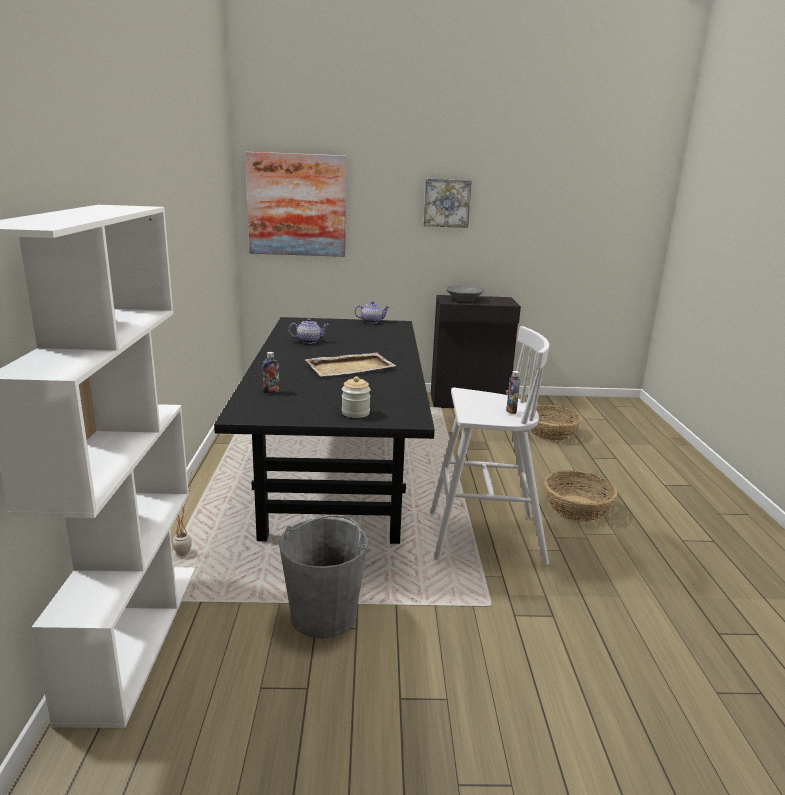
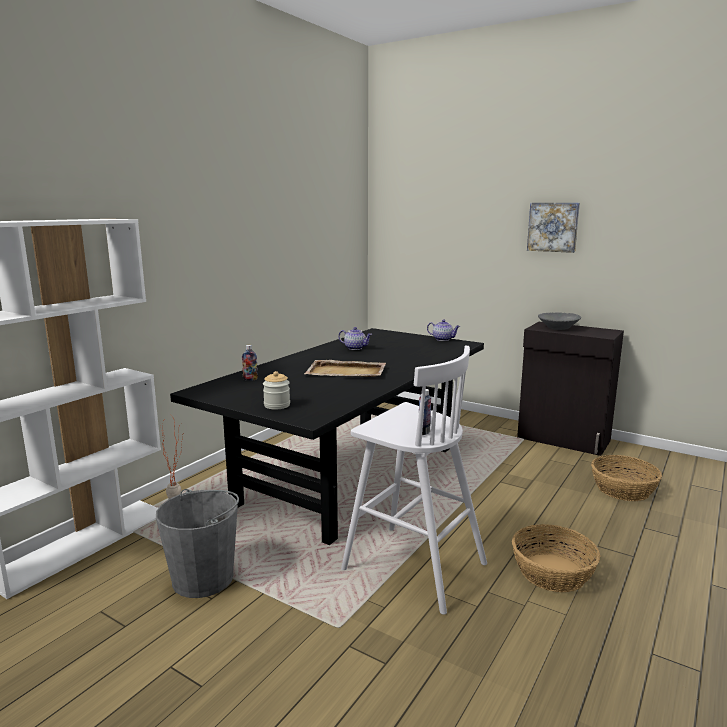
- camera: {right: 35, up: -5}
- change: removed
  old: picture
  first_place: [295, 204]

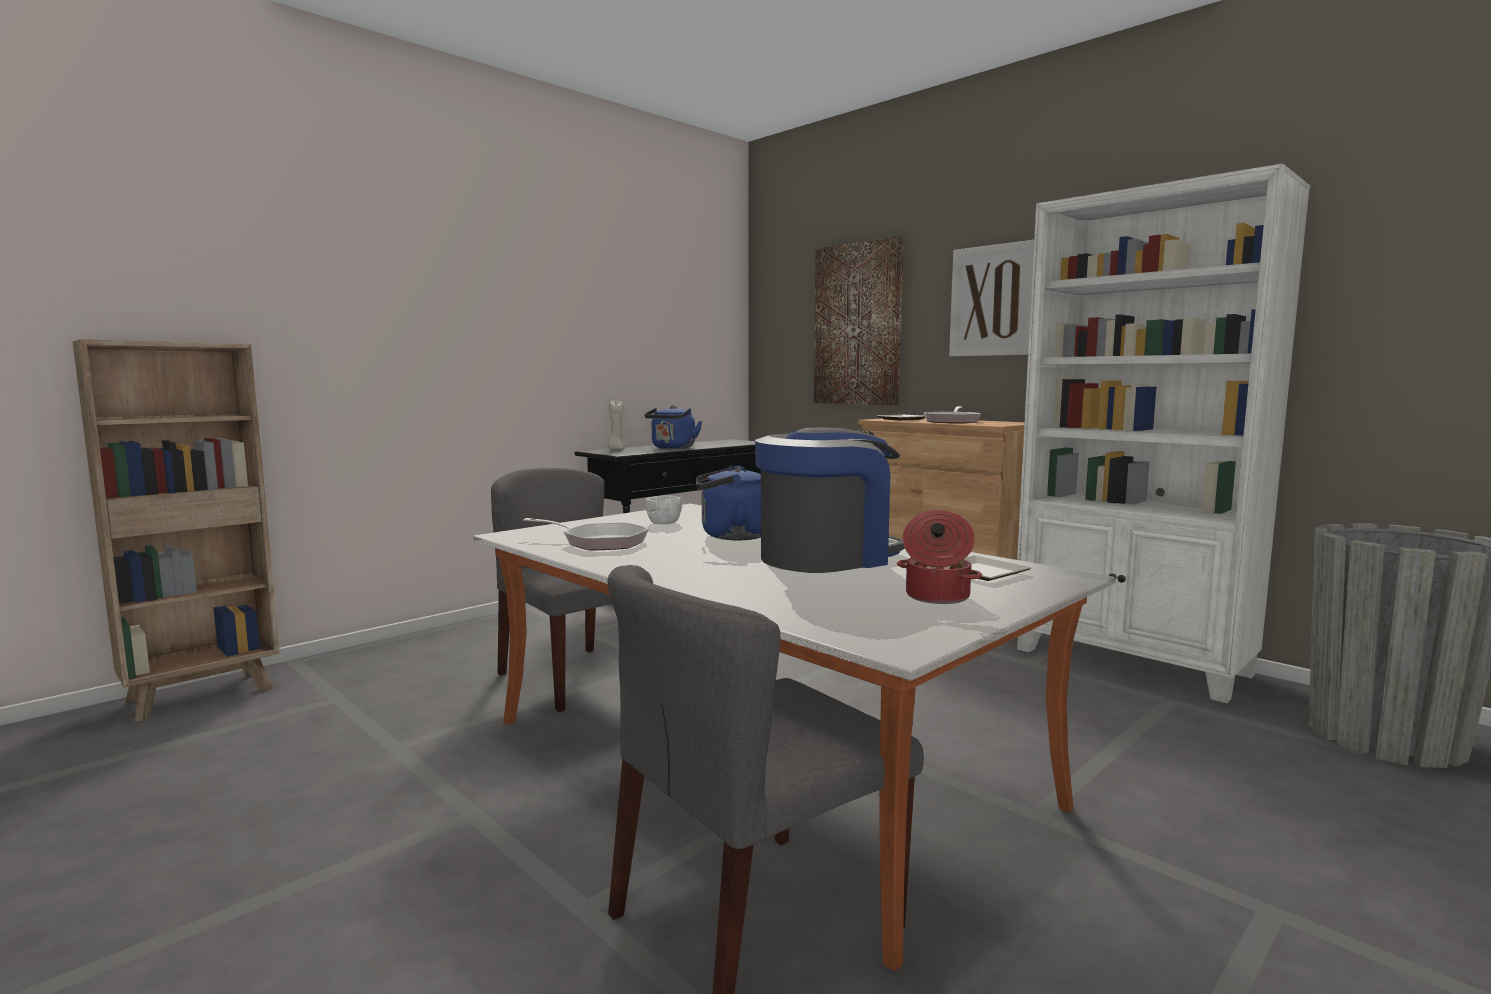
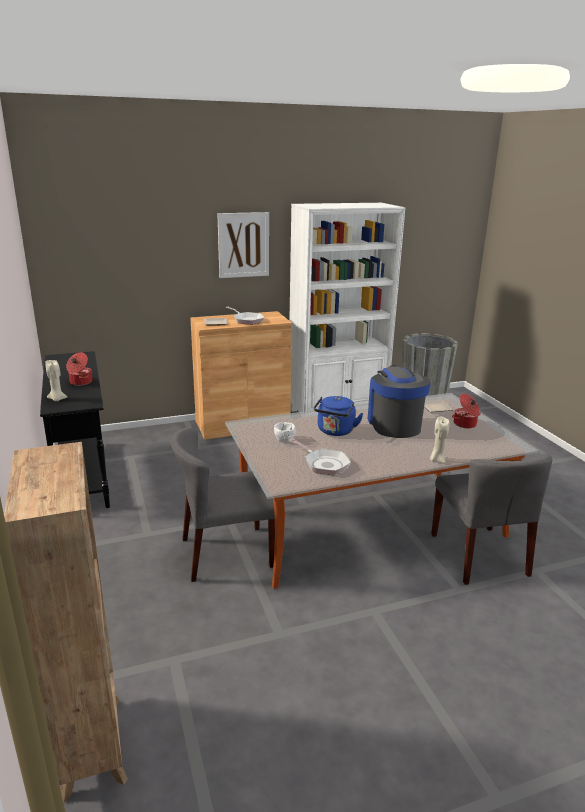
- camera: {right: -65, up: 15}
- change: replaced
  old: bluish water kettle
  new: cooking pot
  first_place: [673, 427]
  second_place: [79, 369]
- change: turned
  old: skillet
  first_place: [586, 534]
  second_place: [319, 456]
  degrees: 90
- change: added
  new: beige wax light
  second_place: [440, 440]
- change: removed
  old: picture
  first_place: [859, 320]

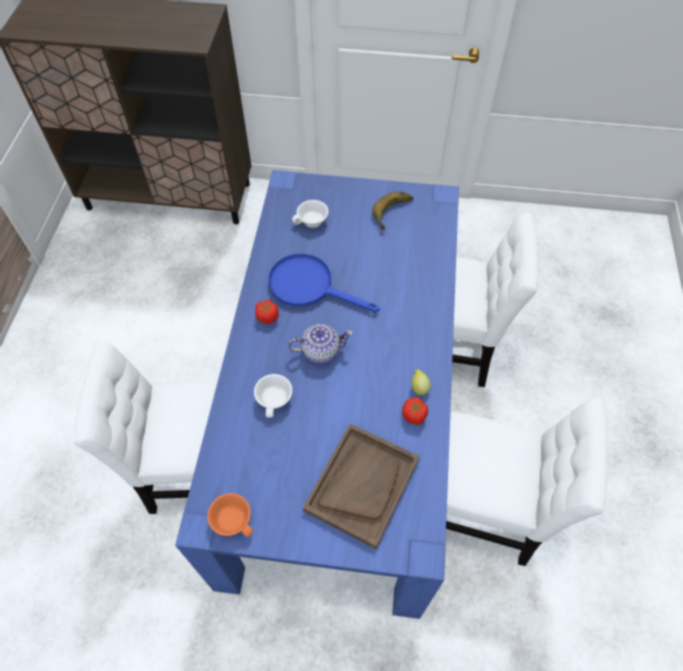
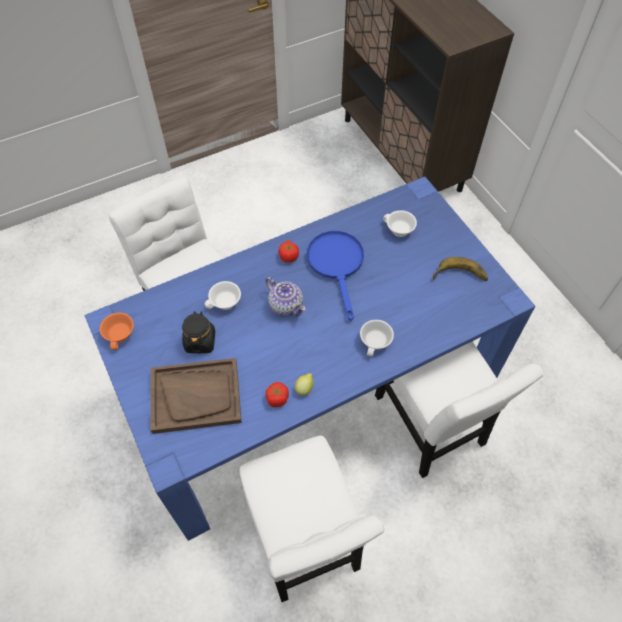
- camera: {right: 55, up: 0}
- change: added
  new: black-coloured preserve jar
  second_place: [198, 332]
- change: added
  new: whitish small cup
  second_place: [377, 338]

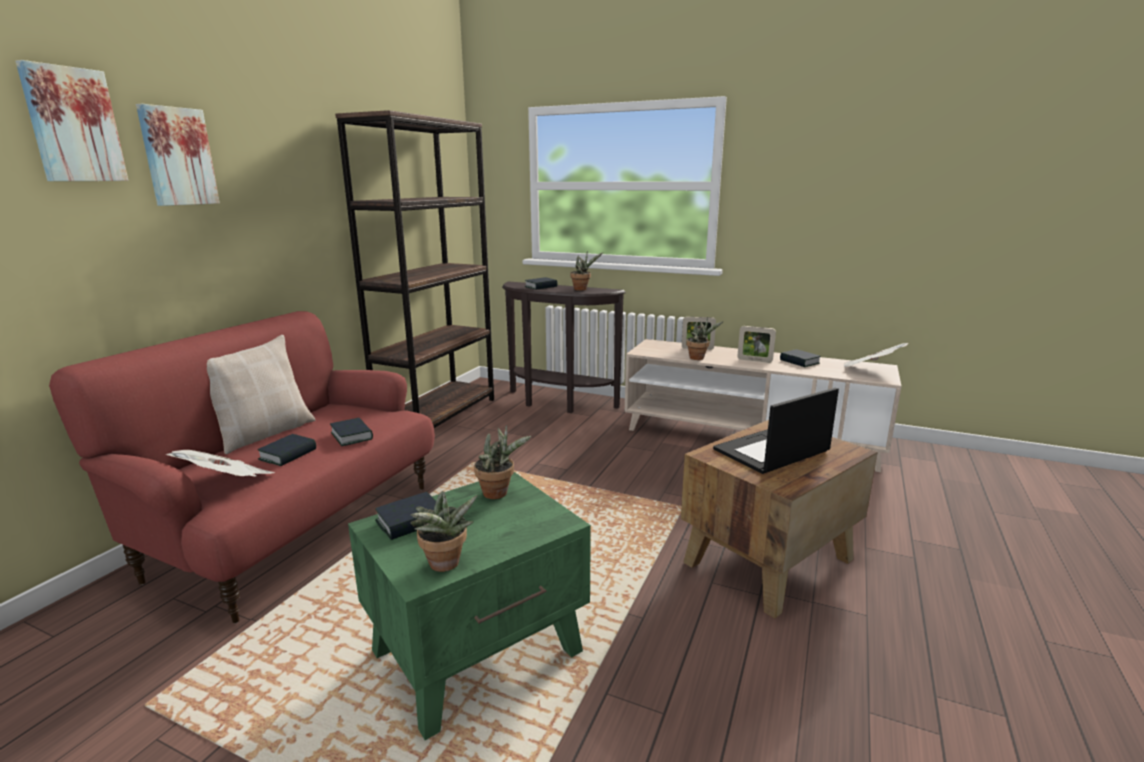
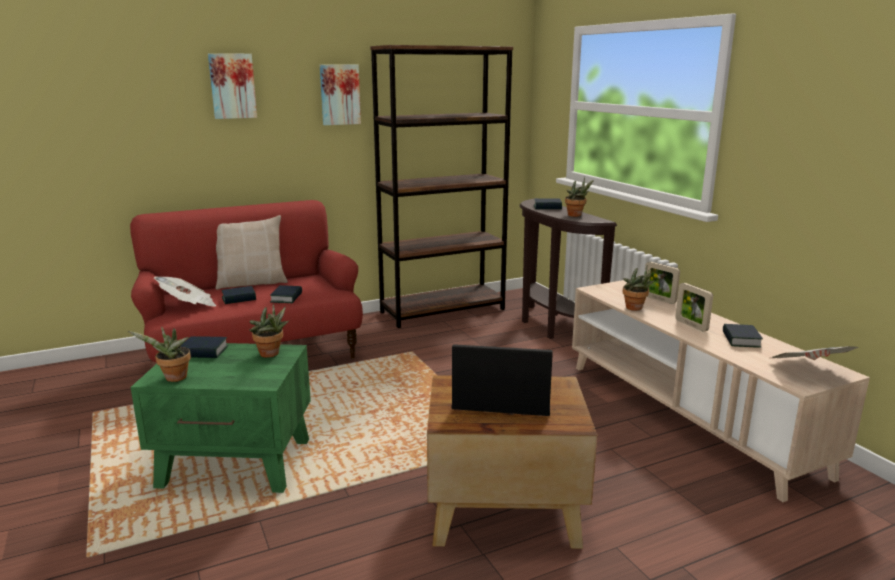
- camera: {right: 40, up: 0}
- change: moved
  old: picture
  first_place: [72, 120]
  second_place: [340, 94]

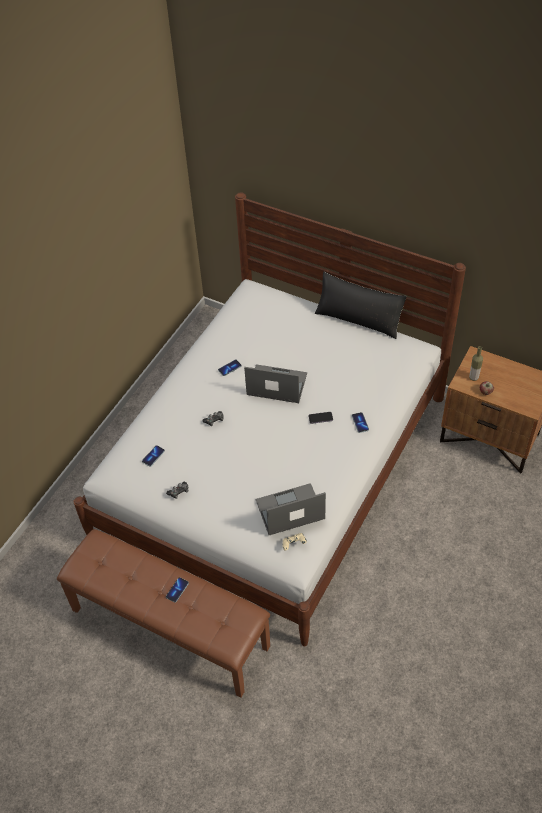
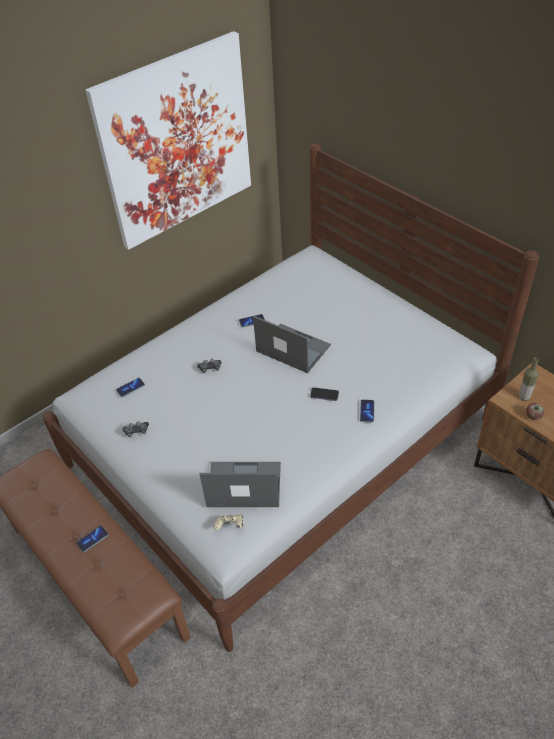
- camera: {right: 20, up: -5}
- change: added
  new: picture
  second_place: [168, 140]
- change: removed
  old: black-coloured pillow
  first_place: [361, 305]

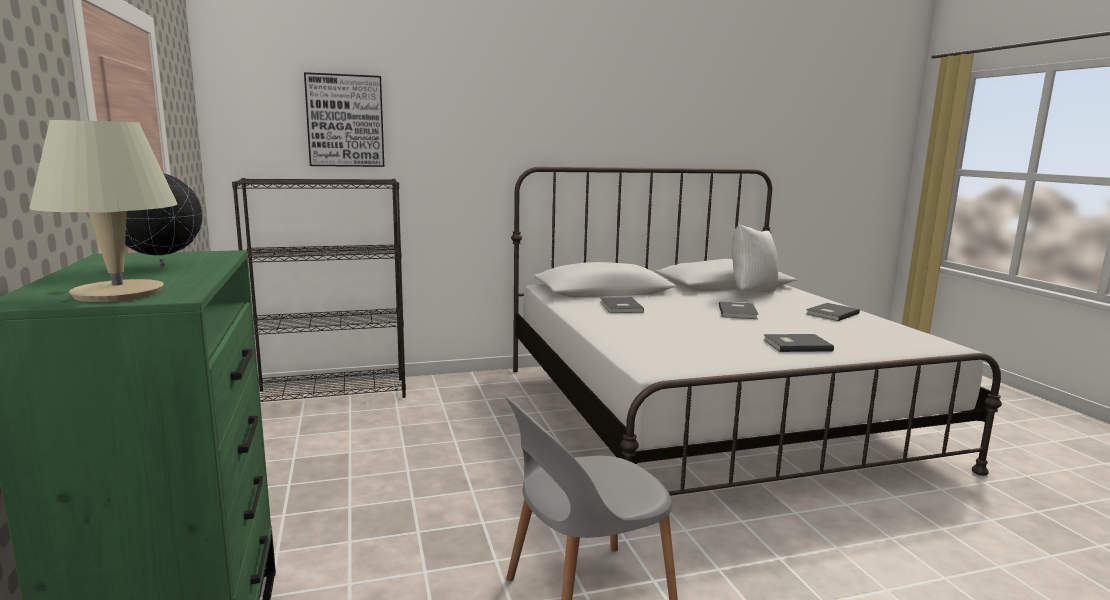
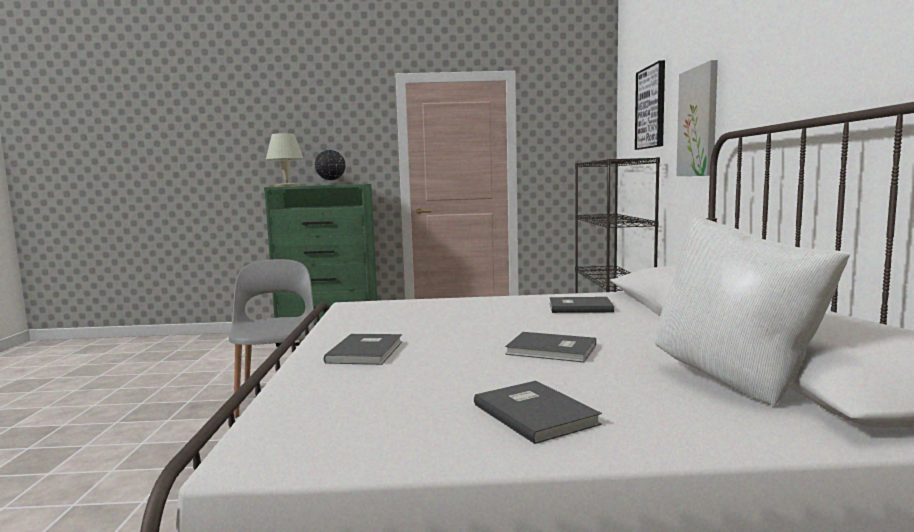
- camera: {right: 105, up: -5}
- change: added
  new: picture
  second_place: [697, 118]

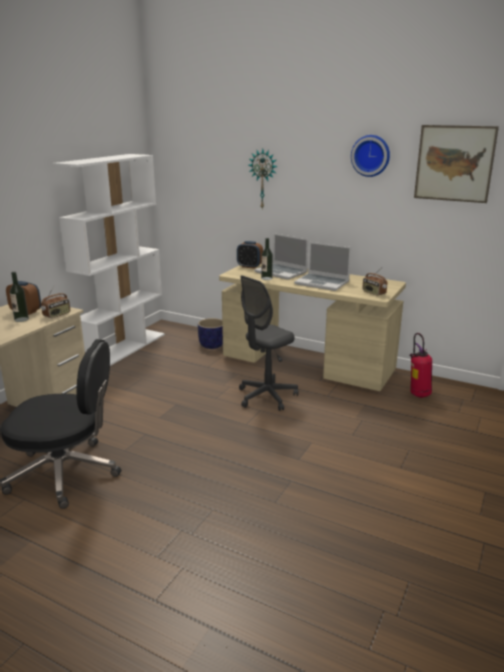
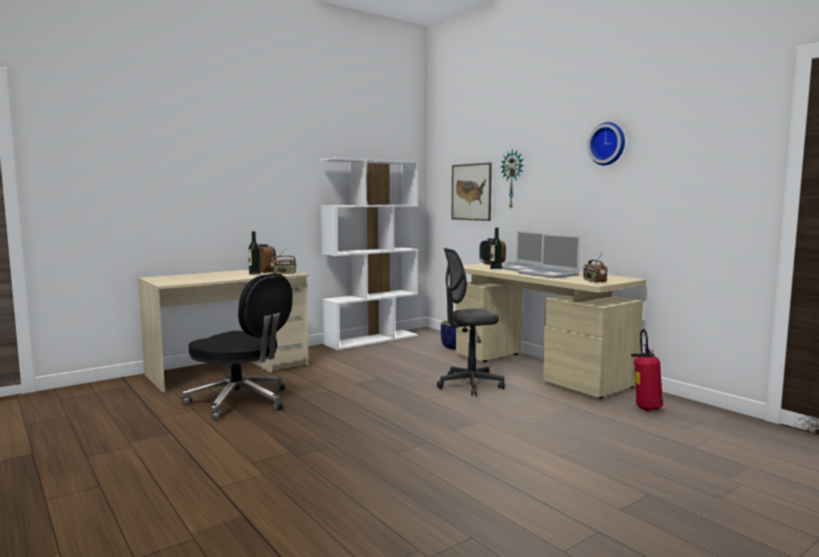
- camera: {right: 25, up: -15}
- change: moved
  old: picture
  first_place: [456, 164]
  second_place: [472, 192]

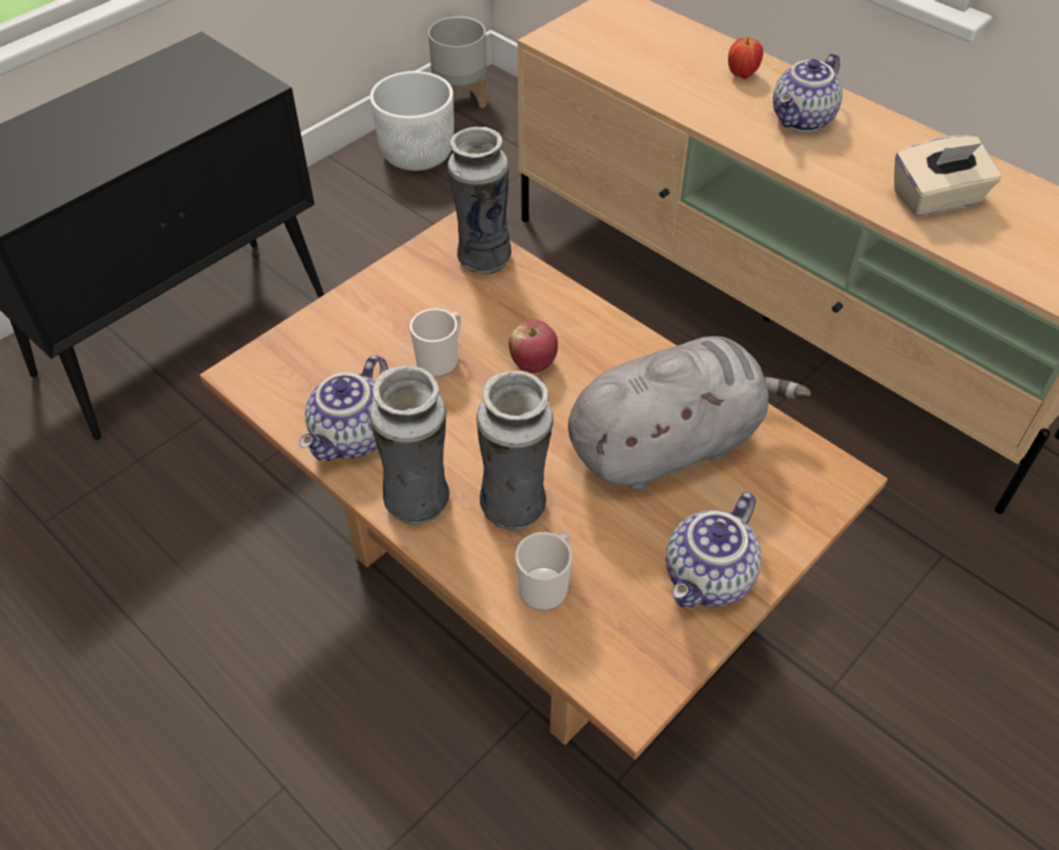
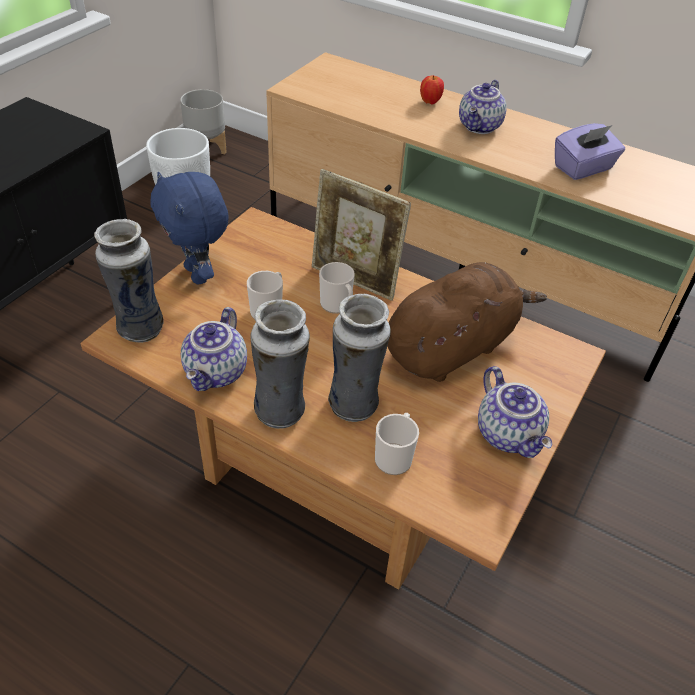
- camera: {right: -15, up: -5}
- change: moved
  old: flower vase
  first_place: [479, 201]
  second_place: [129, 281]
- change: added
  new: bluish cuddly toy
  second_place: [189, 227]
- change: added
  new: standing frame
  second_place: [361, 235]
- change: replaced
  old: apple
  new: mug
  first_place: [533, 346]
  second_place: [337, 288]
- change: recoloured
  old: greyish cuddly toy
  new: brown cuddly toy
  first_place: [689, 413]
  second_place: [467, 322]
- change: turned
  old: teapot
  first_place: [713, 550]
  second_place: [515, 412]
  degrees: -45
- change: recoloured
  old: beige tissue box
  new: purple tissue box
  first_place: [947, 176]
  second_place: [590, 151]

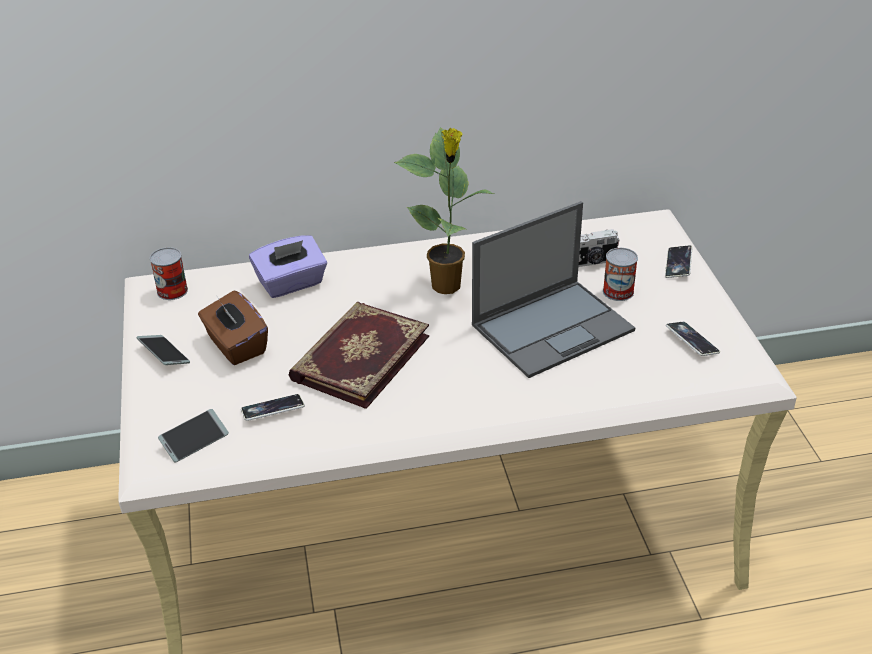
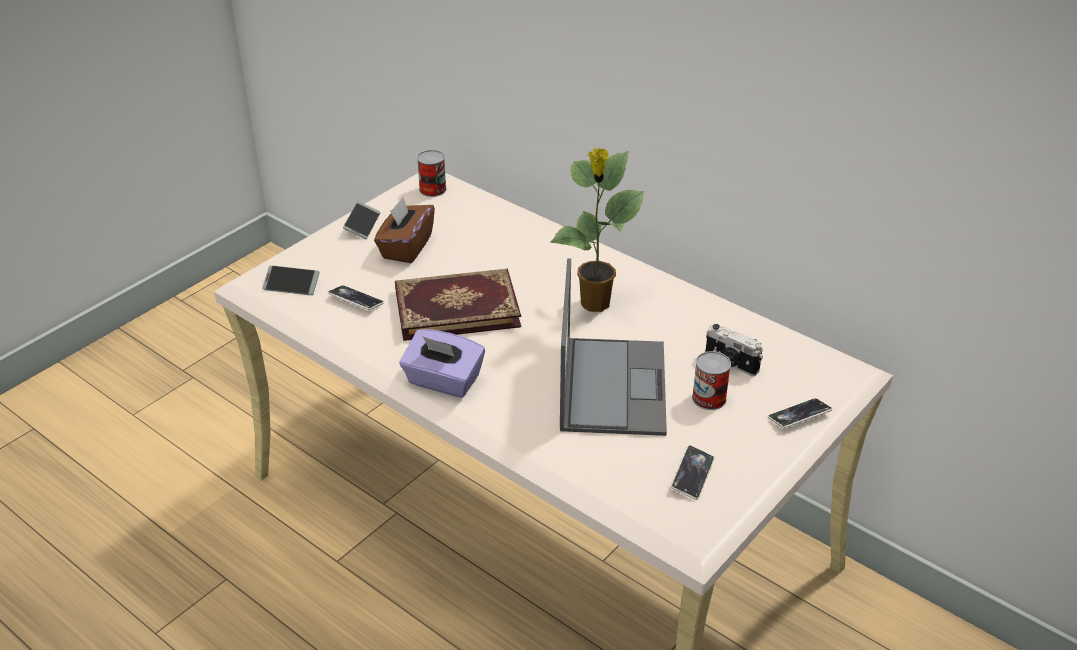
- camera: {right: 50, up: 0}
- change: moved
  old: purple tissue box
  first_place: [288, 267]
  second_place: [442, 363]
- change: turned
  old: notebook computer
  first_place: [553, 289]
  second_place: [613, 347]
  degrees: -105

